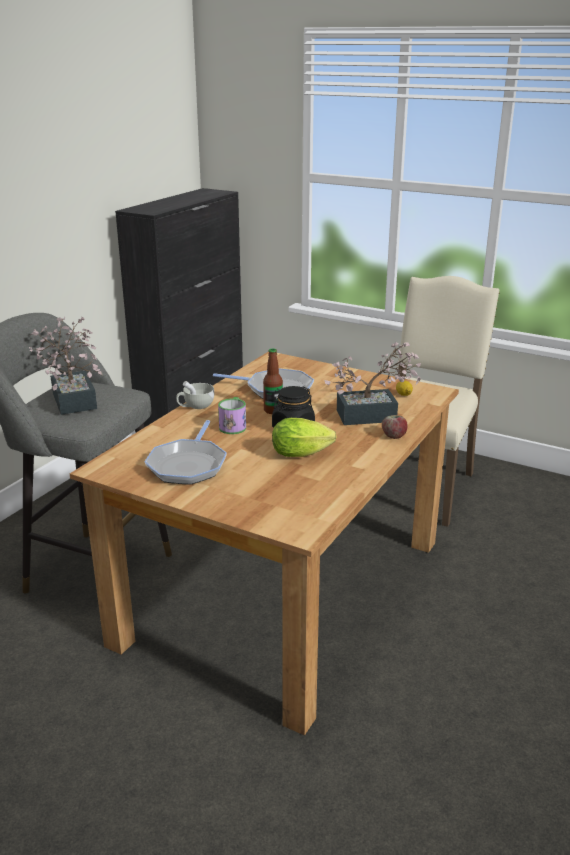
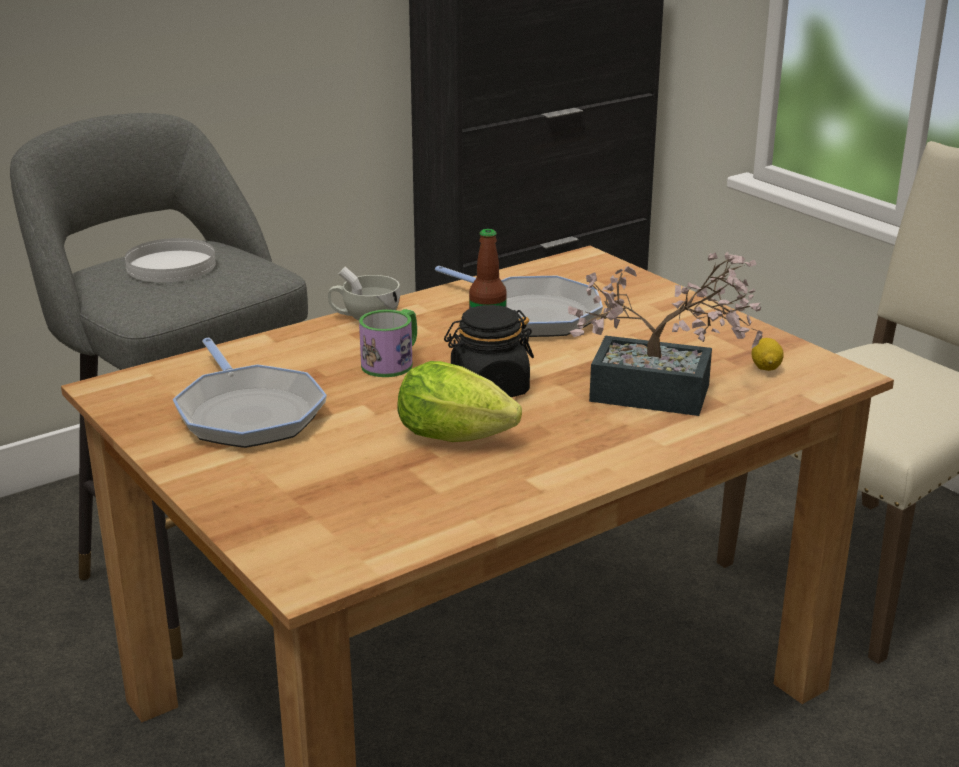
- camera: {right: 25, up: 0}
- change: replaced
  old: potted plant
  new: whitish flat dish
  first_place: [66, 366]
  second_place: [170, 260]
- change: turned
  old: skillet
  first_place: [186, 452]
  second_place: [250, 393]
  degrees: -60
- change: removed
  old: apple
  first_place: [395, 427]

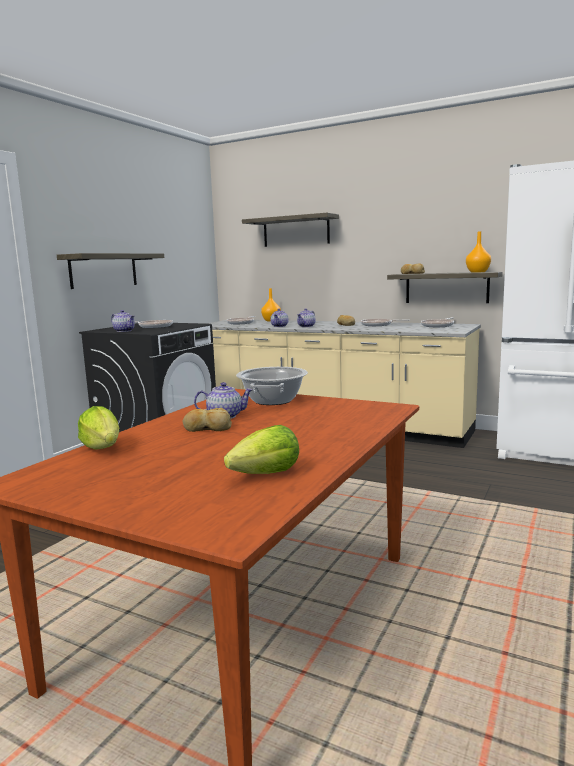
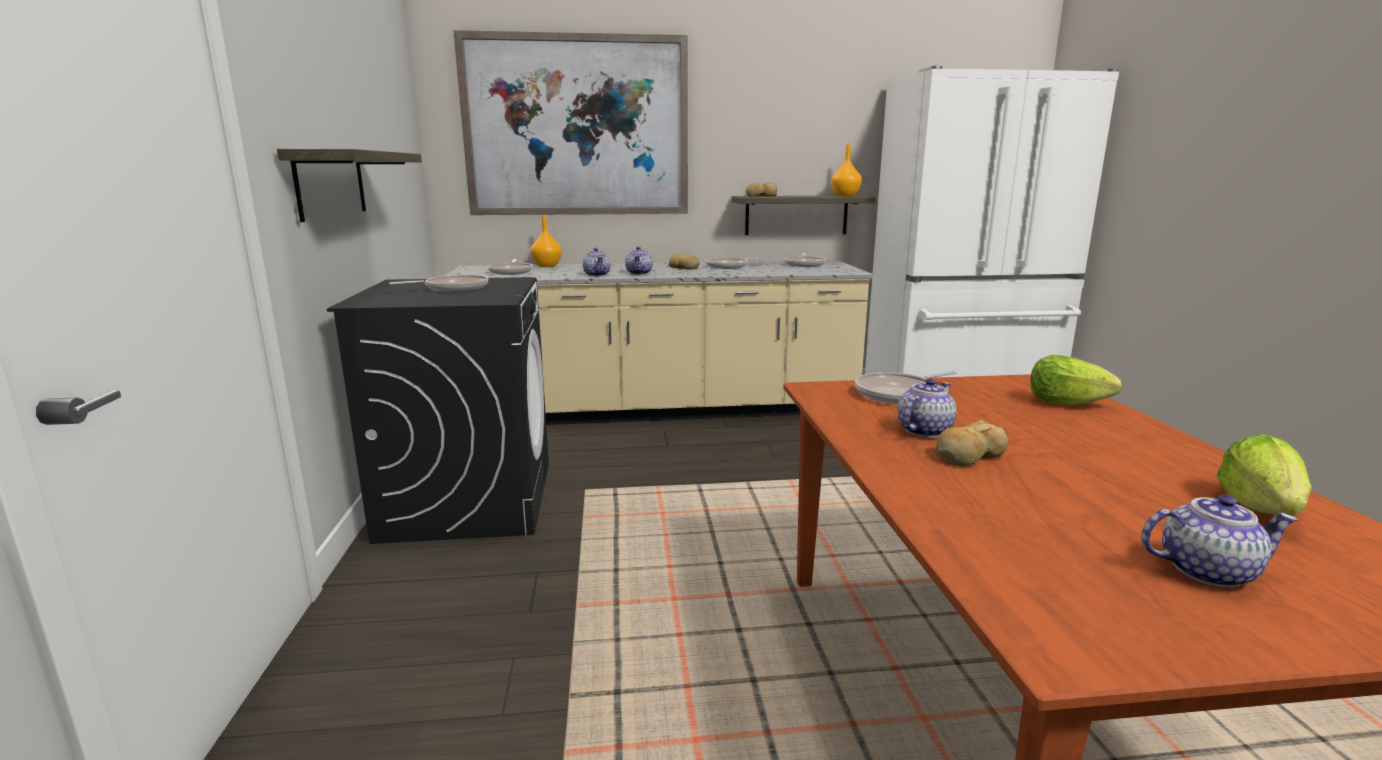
- camera: {right: -35, up: 5}
- change: replaced
  old: wall shelf
  new: picture
  first_place: [290, 230]
  second_place: [570, 122]
- change: replaced
  old: cooking pot
  new: skillet
  first_place: [272, 386]
  second_place: [906, 387]
- change: moved
  old: lettuce head
  first_place: [98, 428]
  second_place: [1076, 380]
- change: moved
  old: teapot
  first_place: [123, 321]
  second_place: [1219, 541]

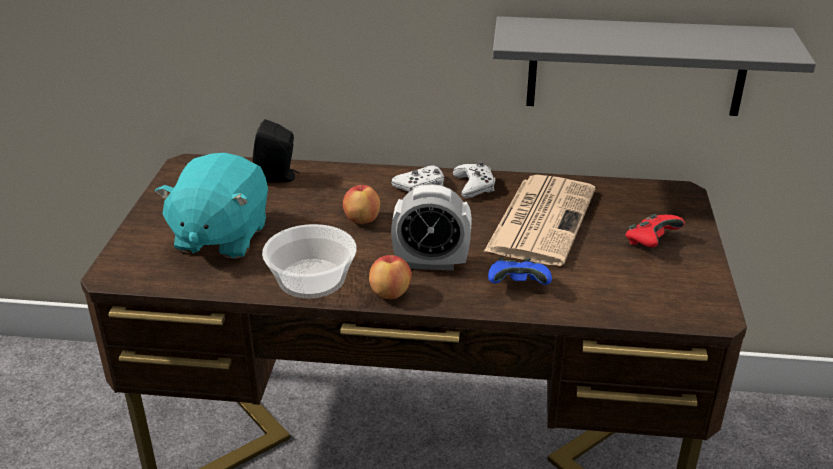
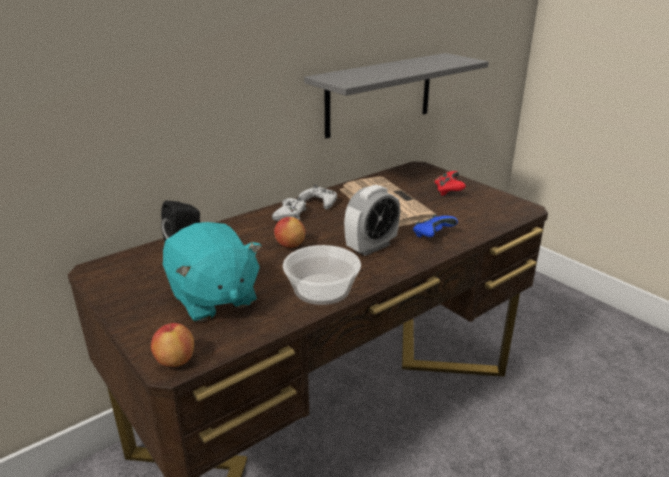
- camera: {right: -45, up: -5}
- change: moved
  old: apple
  first_place: [390, 277]
  second_place: [172, 345]

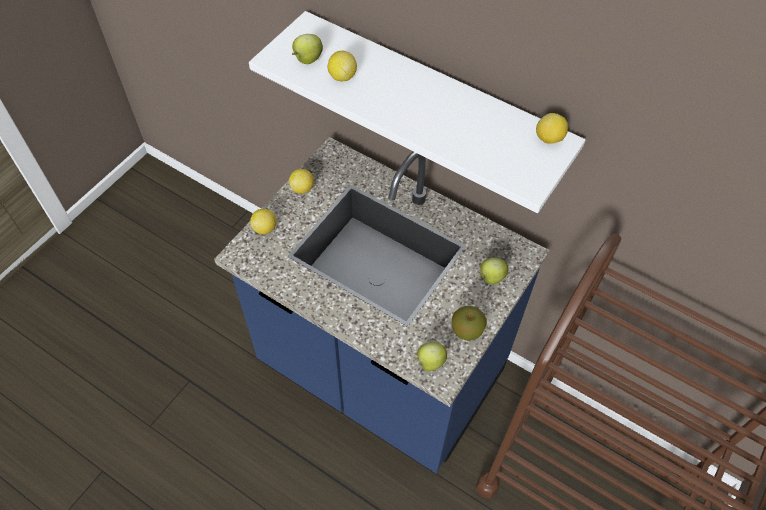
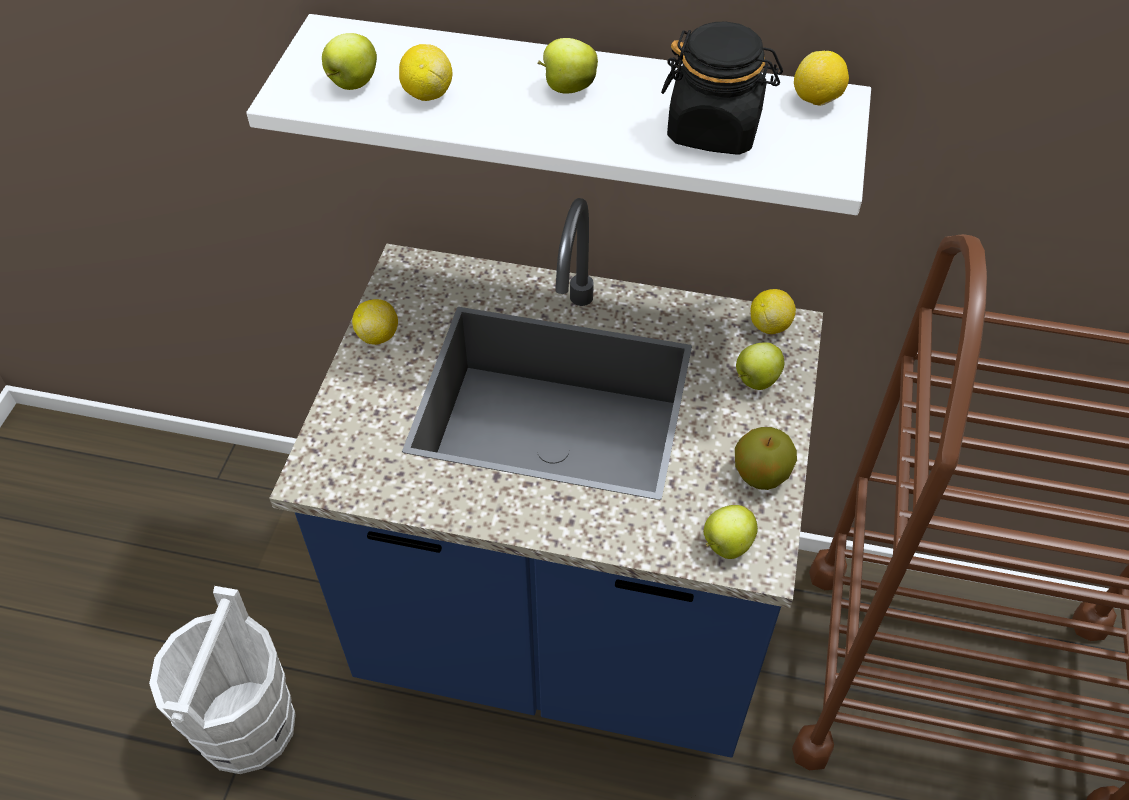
- camera: {right: -20, up: -5}
- change: added
  new: whitish water bucket
  second_place: [222, 680]
- change: added
  new: apple
  second_place: [567, 66]
- change: added
  new: black-coloured preserve jar
  second_place: [722, 88]
- change: moved
  old: citrus fruit
  first_place: [263, 221]
  second_place: [773, 311]

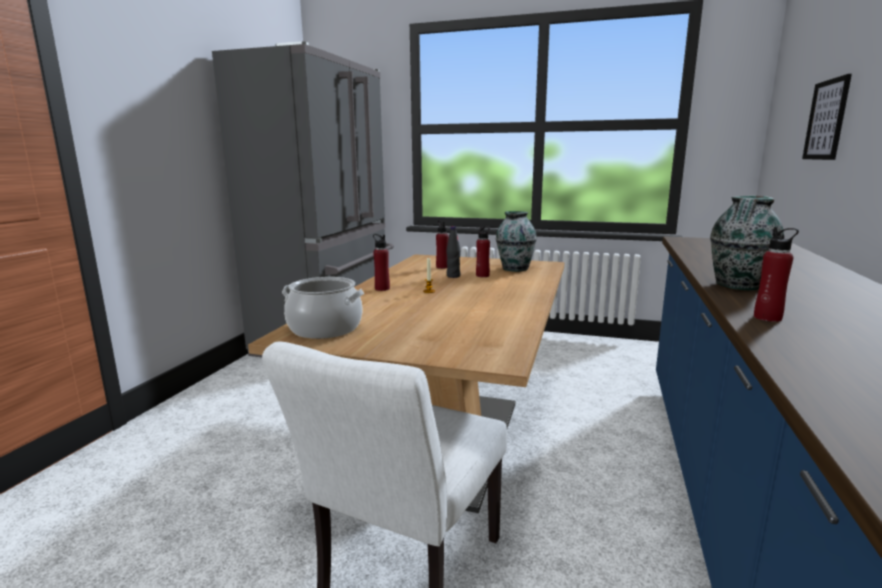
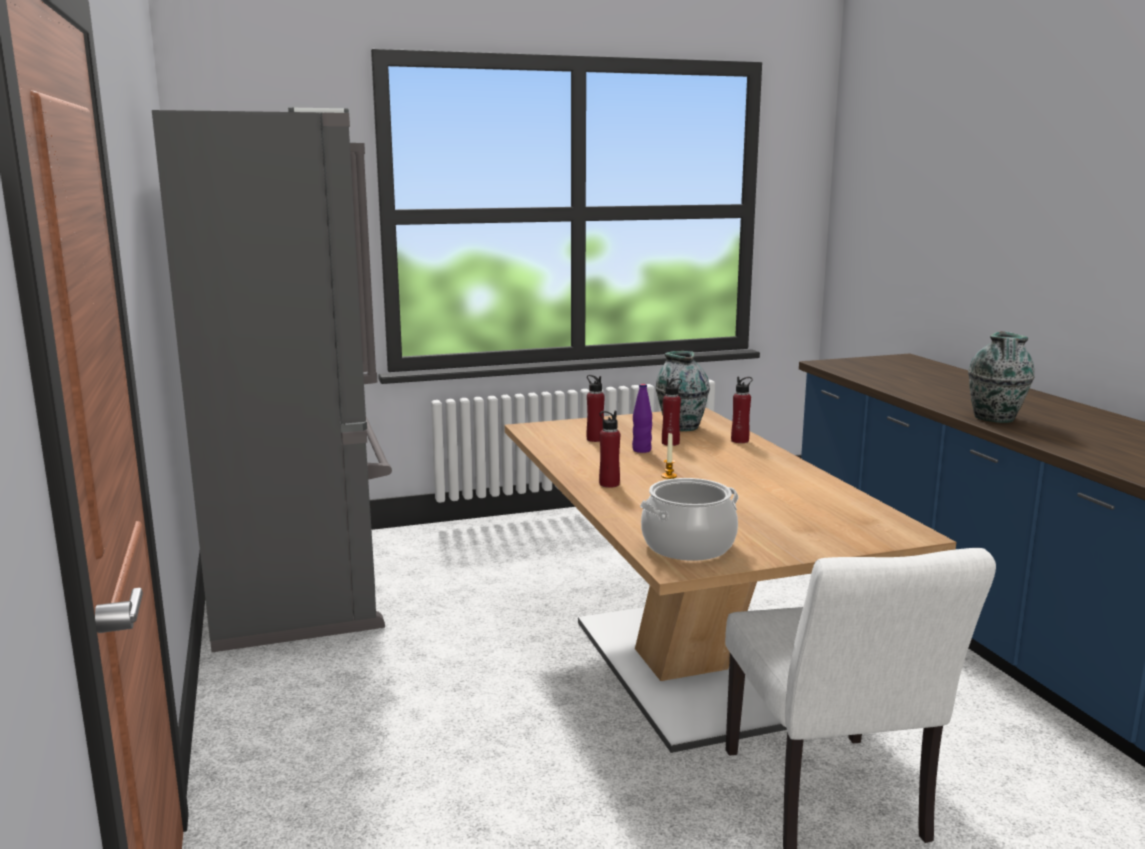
- camera: {right: -35, up: 0}
- change: recoloured
  old: black-coloured bottle
  new: purple bottle
  first_place: [453, 252]
  second_place: [642, 418]
- change: moved
  old: red-coloured bottle
  first_place: [776, 274]
  second_place: [742, 410]
- change: removed
  old: picture
  first_place: [827, 117]

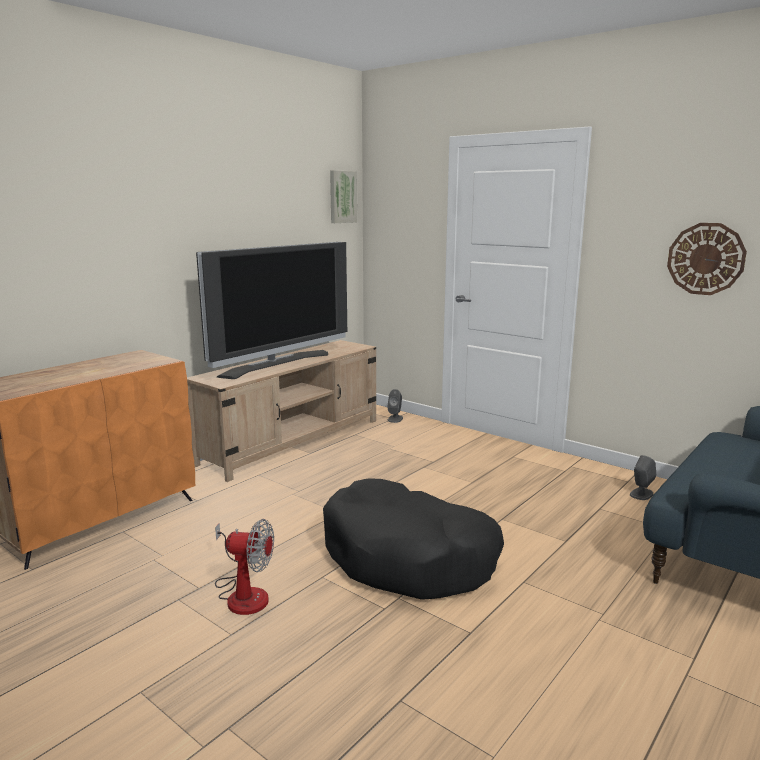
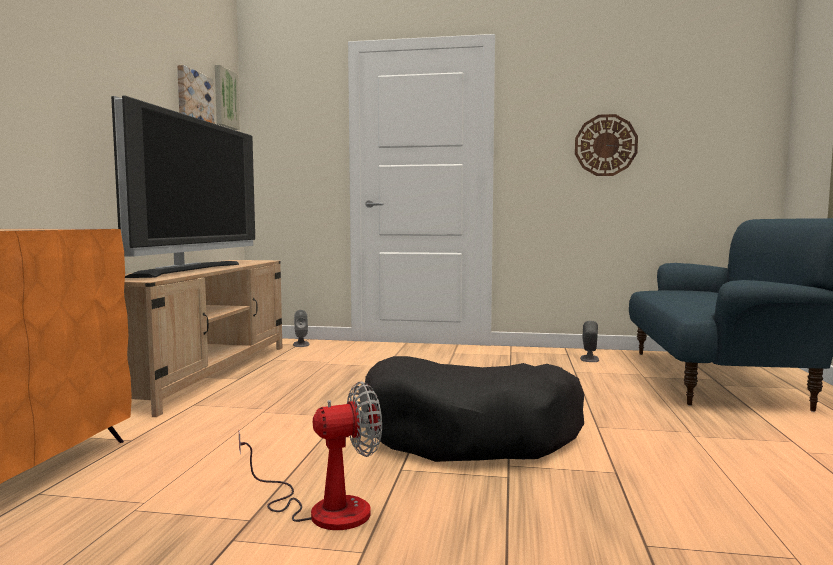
- camera: {right: -30, up: -10}
- change: added
  new: picture
  second_place: [196, 94]

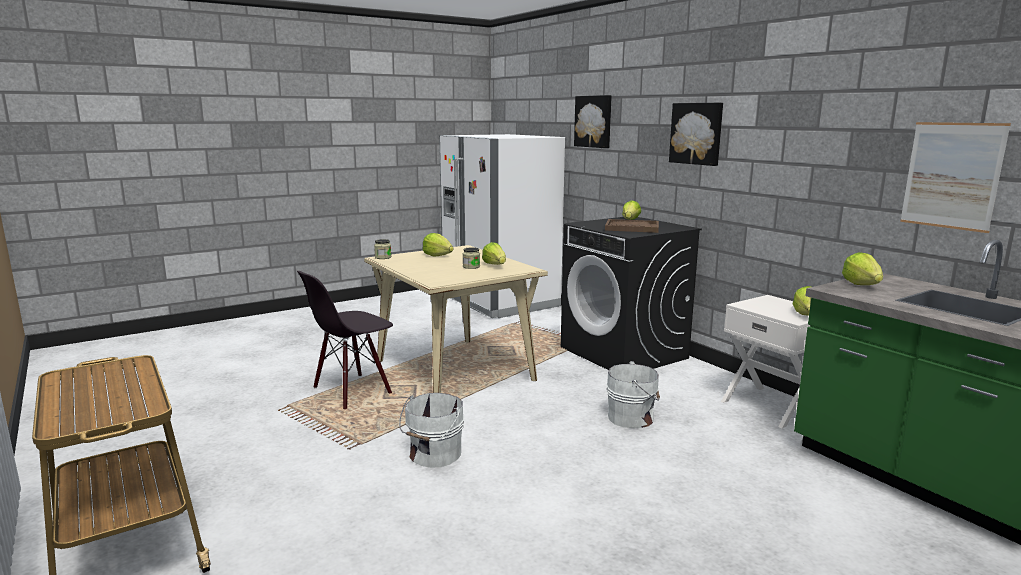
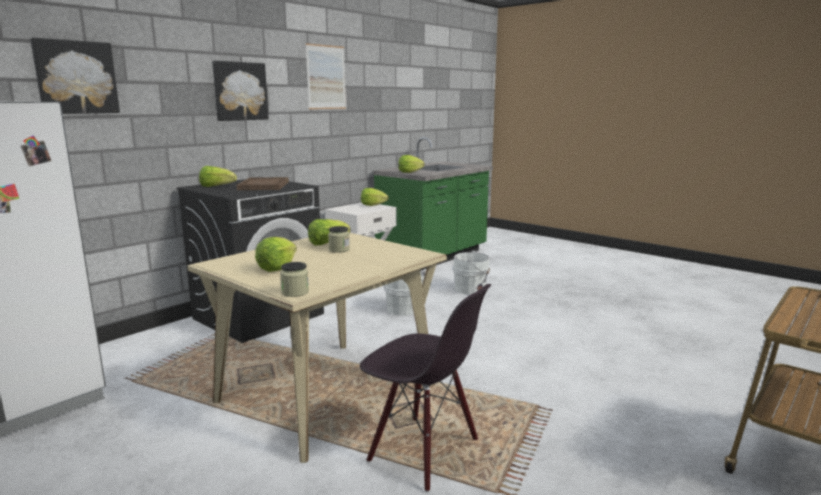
- camera: {right: -105, up: 0}
- change: moved
  old: picture
  first_place: [955, 177]
  second_place: [325, 76]
- change: moved
  old: whitish water bucket
  first_place: [431, 430]
  second_place: [471, 272]

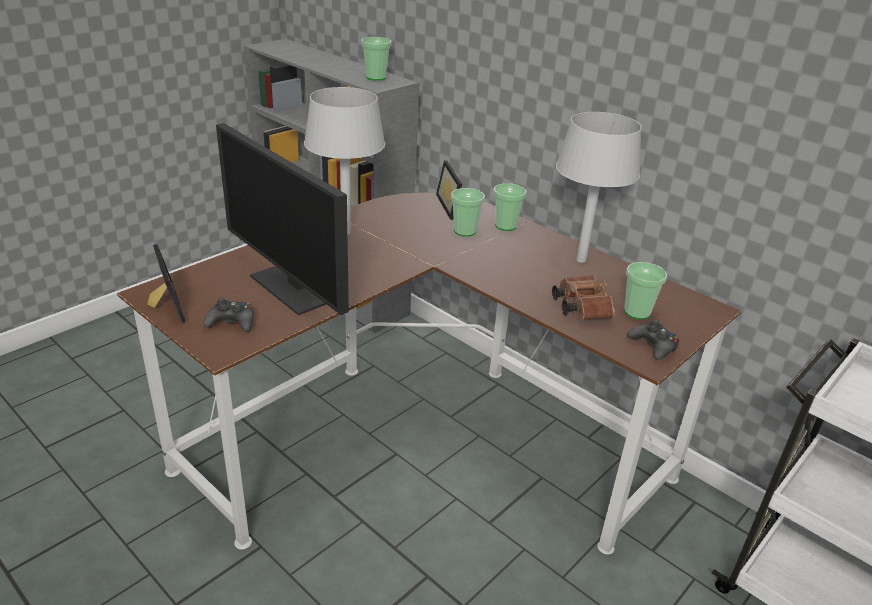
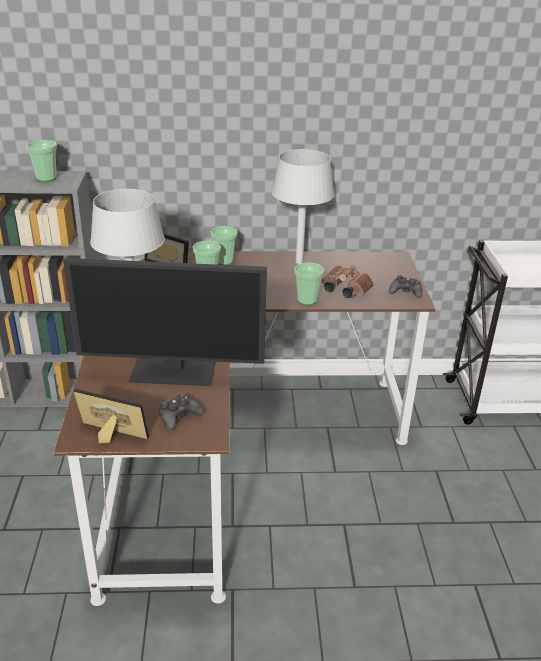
- camera: {right: -45, up: 0}
- change: moved
  old: small cup
  first_place: [645, 290]
  second_place: [309, 284]

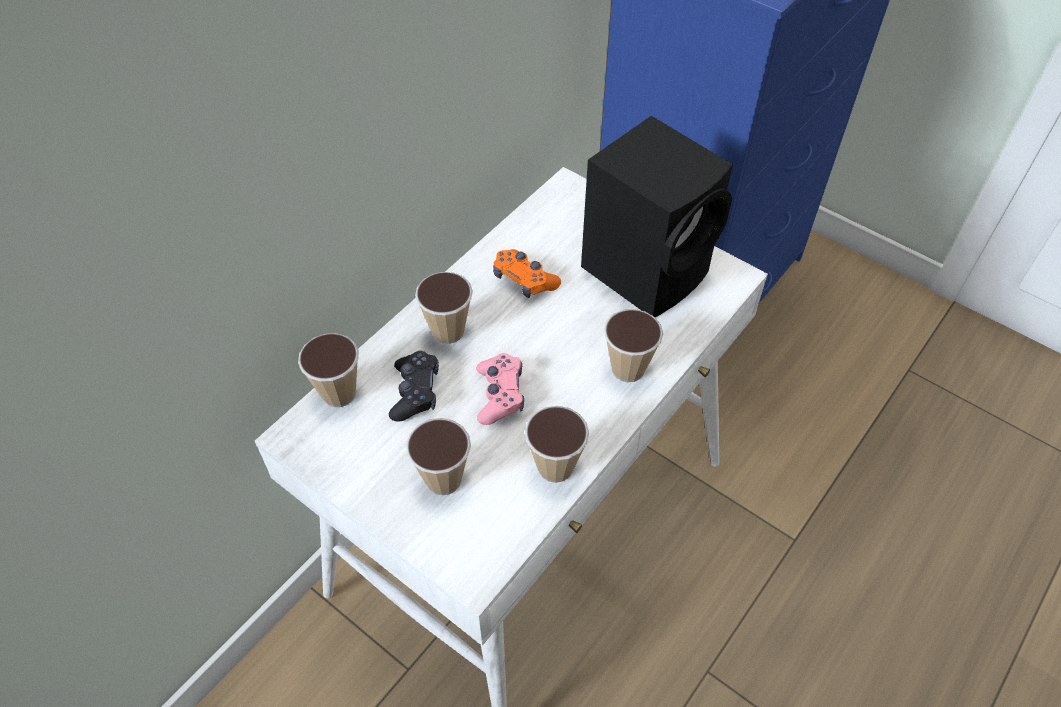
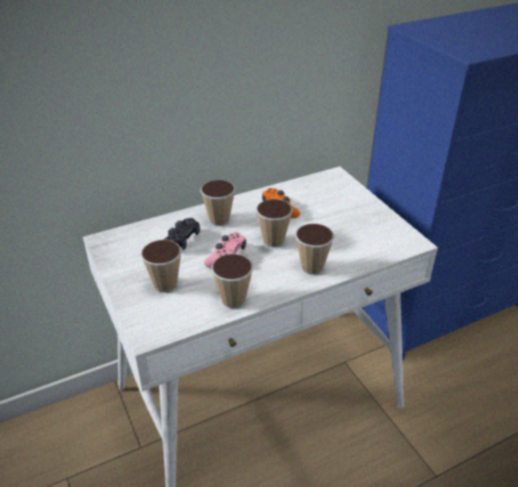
- camera: {right: 25, up: -15}
- change: moved
  old: small cup
  first_place: [328, 370]
  second_place: [274, 223]
- change: removed
  old: black-coloured speaker
  first_place: [657, 216]

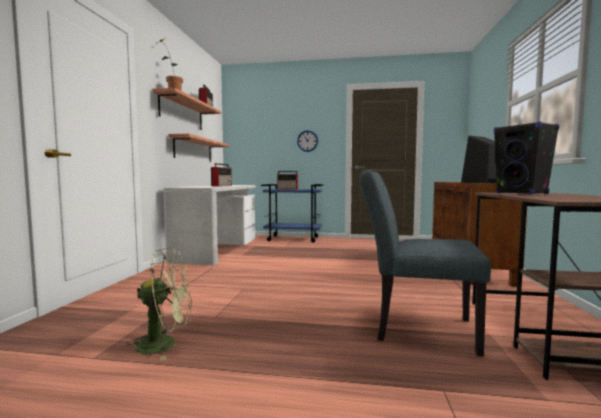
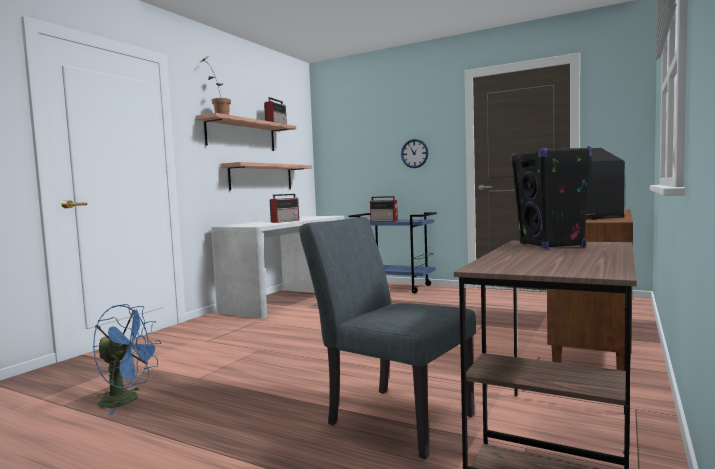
- camera: {right: 20, up: 0}
- change: recoloured
  old: green fan
  new: bluish fan
  first_place: [159, 304]
  second_place: [127, 359]

